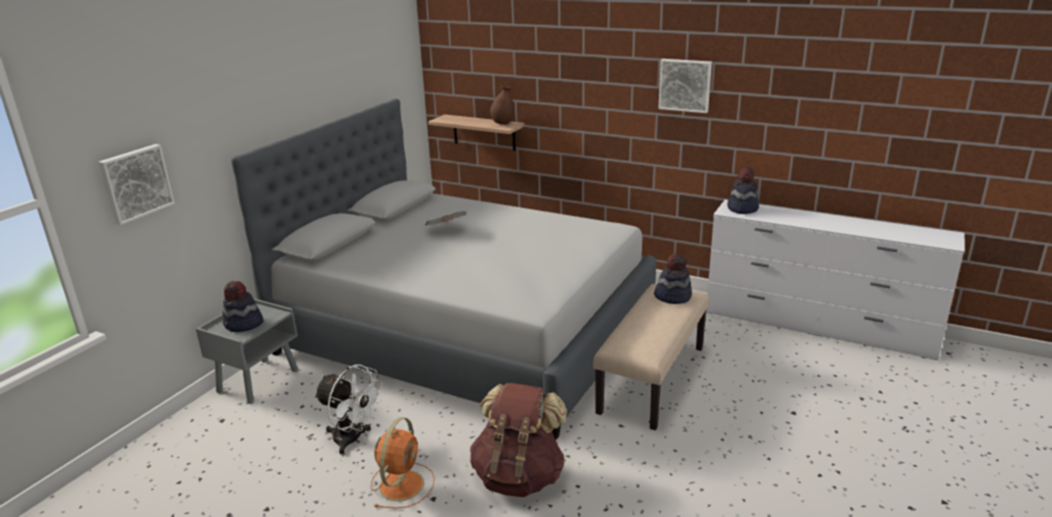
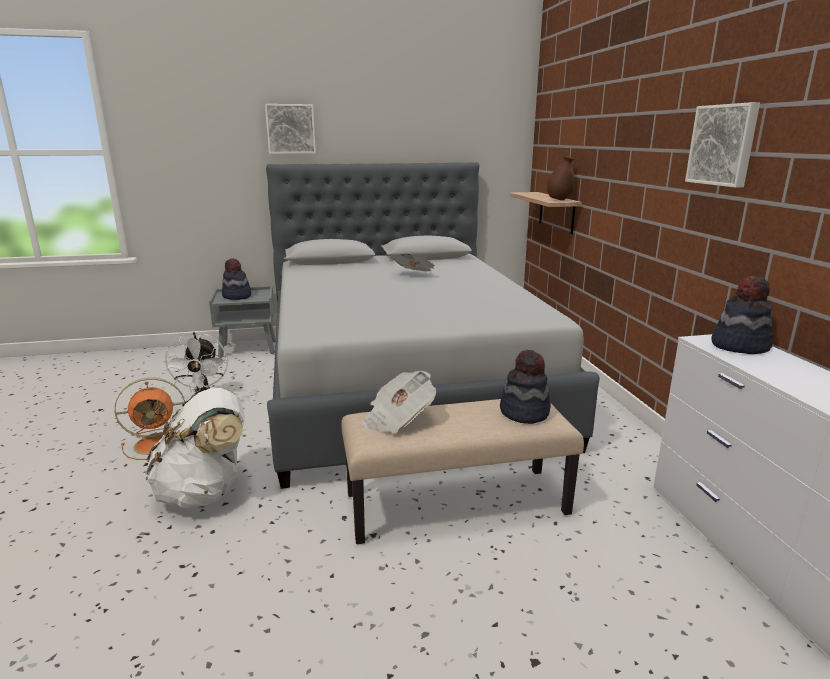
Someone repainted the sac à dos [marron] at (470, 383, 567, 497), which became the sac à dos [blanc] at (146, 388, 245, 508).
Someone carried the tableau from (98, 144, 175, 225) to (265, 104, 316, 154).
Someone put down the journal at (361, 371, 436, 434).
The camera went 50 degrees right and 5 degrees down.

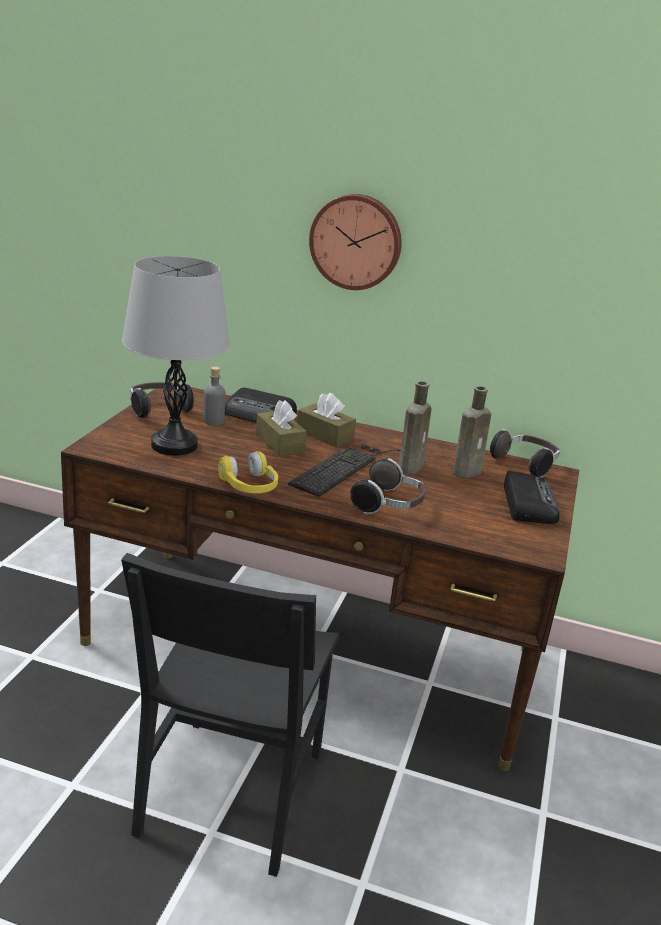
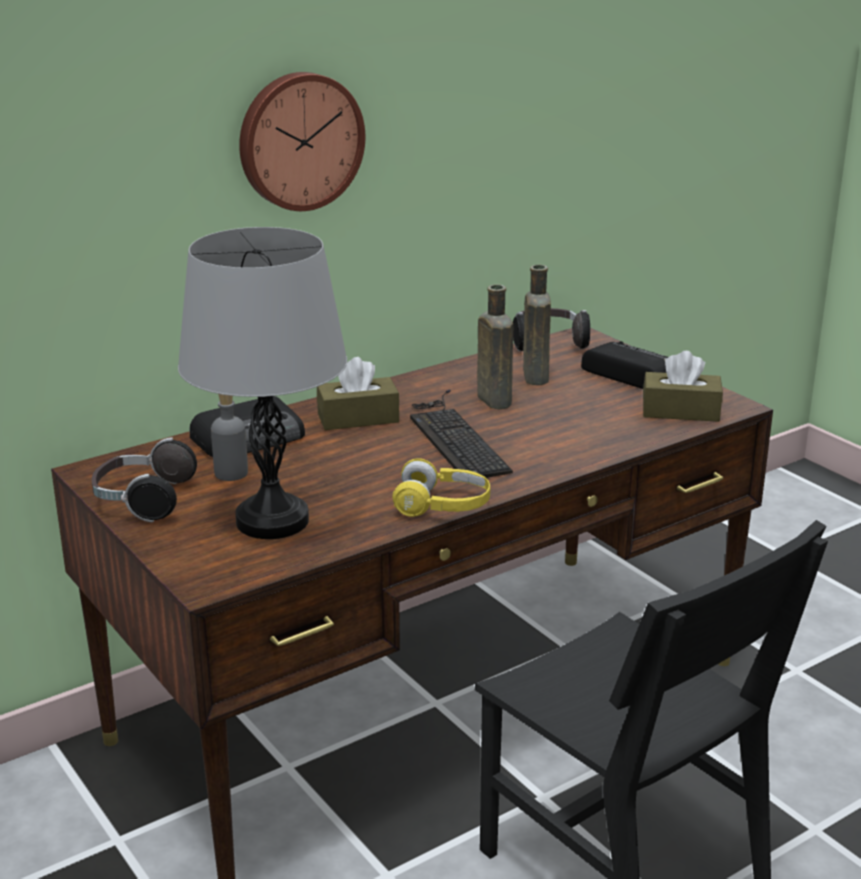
Someone carried the boîte à mouchoirs [marron] from (256, 400, 307, 457) to (643, 351, 723, 422).
Someone took away the casque audio at (350, 458, 425, 514).
The camera went 50 degrees left and 0 degrees up.

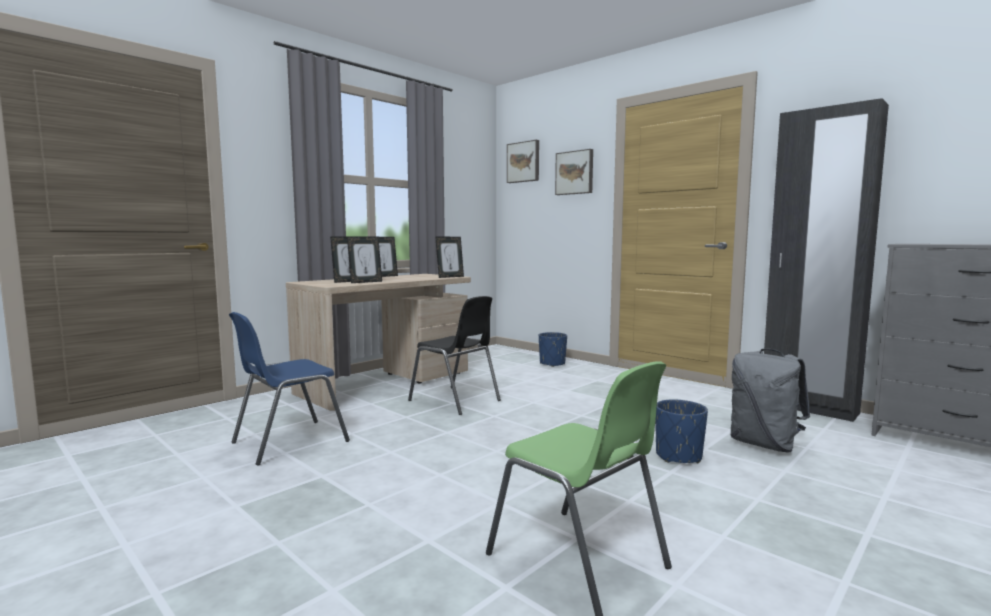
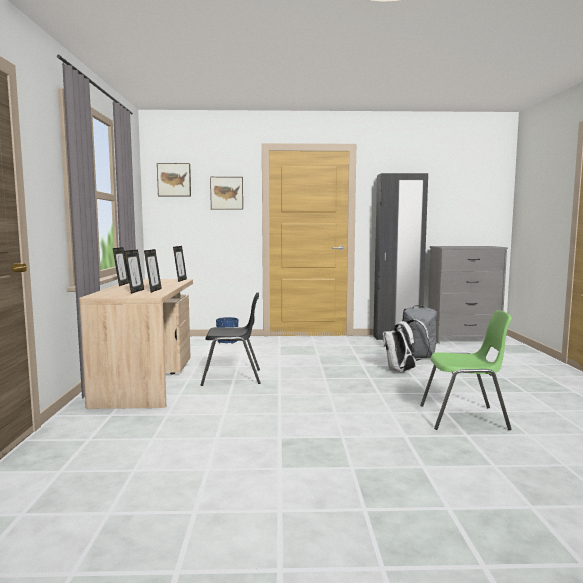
Someone swapped the cache-pot [bleu] at (655, 400, 708, 464) for the sac à dos [blanc] at (383, 319, 430, 372).
Someone took away the chaise [bleu] at (229, 312, 350, 465).
The camera went 45 degrees left and 0 degrees up.

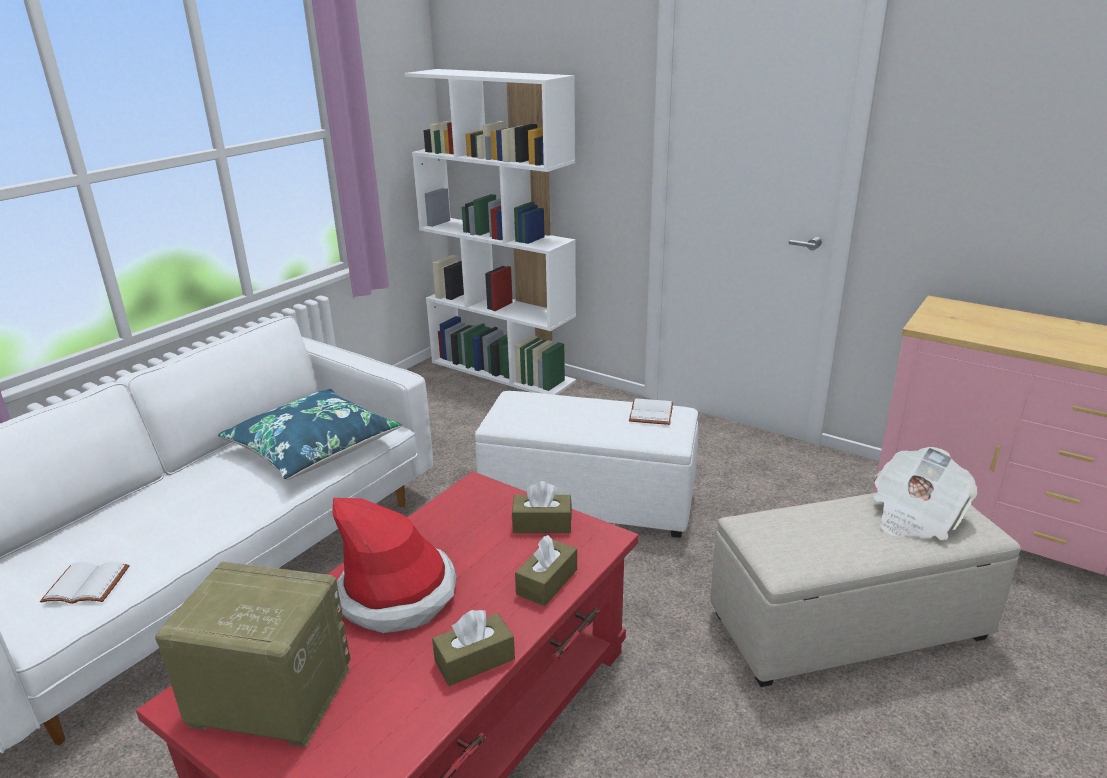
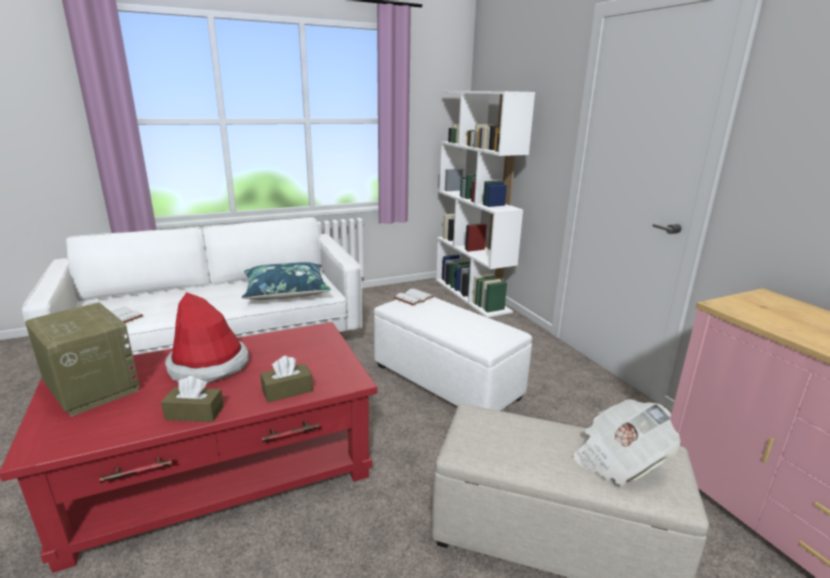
Someone carried the livre [blanc] from (629, 398, 673, 425) to (394, 288, 434, 306).
Someone took away the boîte à mouchoirs [marron] at (512, 481, 572, 533).
The camera went 30 degrees right and 5 degrees down.

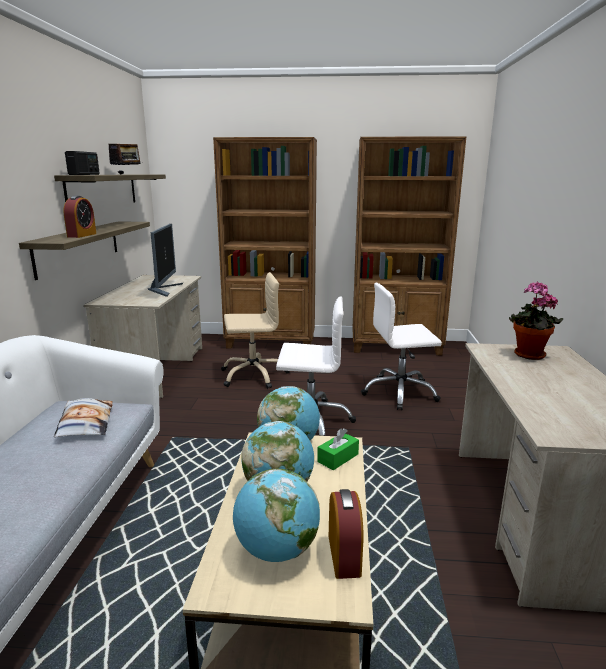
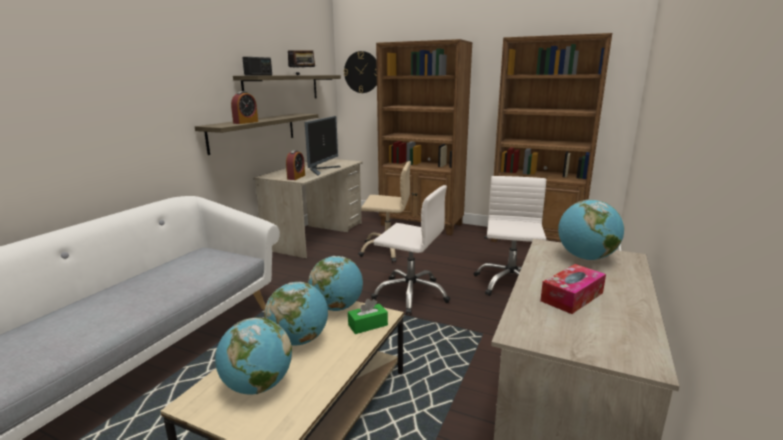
Someone carried the réveil from (329, 489, 364, 579) to (286, 150, 305, 180).
Someone put up the horloge murale at (344, 51, 377, 93).
Someone rotated the chaise de bureau [blanc] at (361, 283, 442, 410) by 90 degrees clockwise.
Someone put down the boîte à mouchoirs at (540, 264, 606, 314).
Someone swapped the plante en pot at (509, 282, 563, 360) for the globe at (558, 200, 624, 260).
Someone took away the coussin at (54, 398, 113, 437).
The camera went 20 degrees right and 0 degrees up.

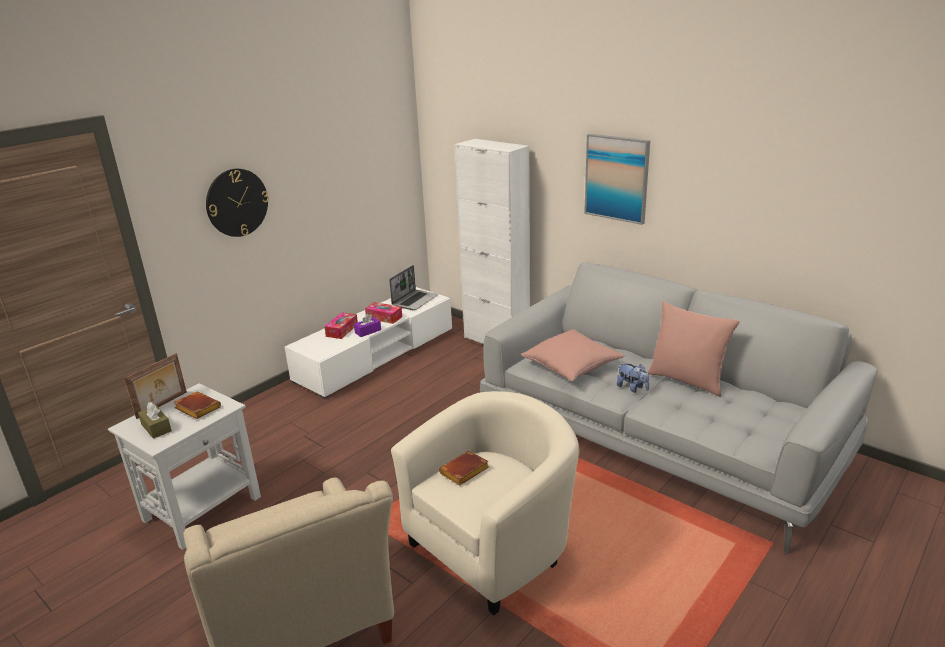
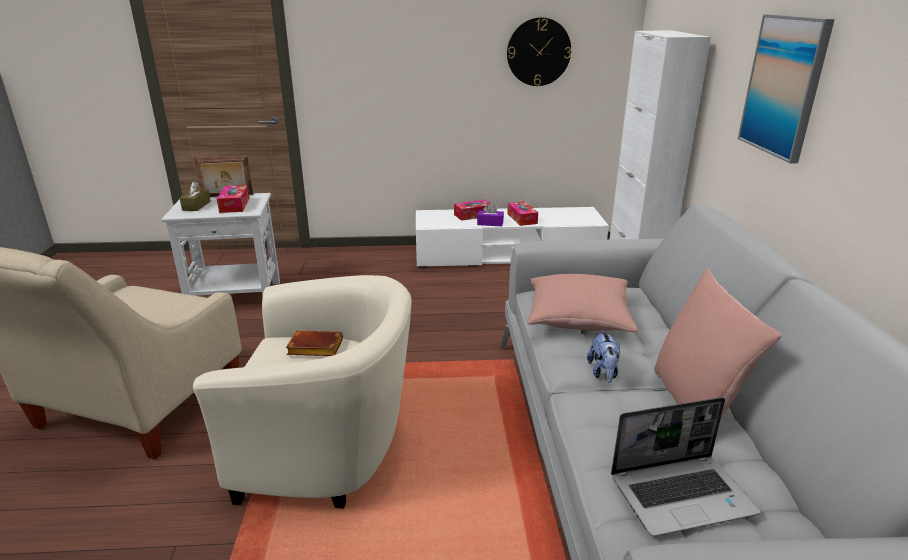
Someone swapped the livre [marron] at (173, 392, 221, 419) for the boîte à mouchoirs at (217, 185, 250, 213).
Someone carried the horloge murale from (206, 169, 269, 237) to (507, 17, 571, 86).
Someone carried the ordinateur portable from (389, 265, 438, 310) to (611, 397, 760, 536).
The camera went 45 degrees right and 0 degrees up.

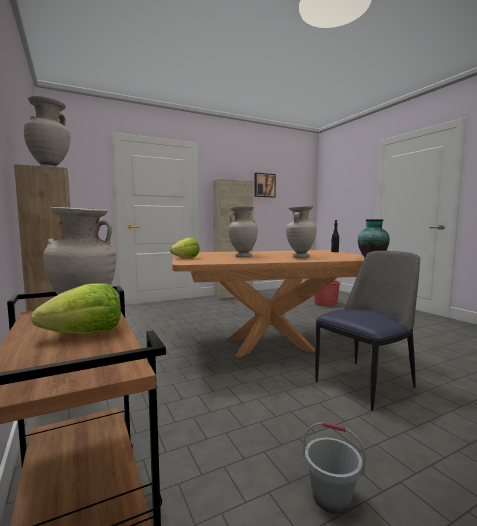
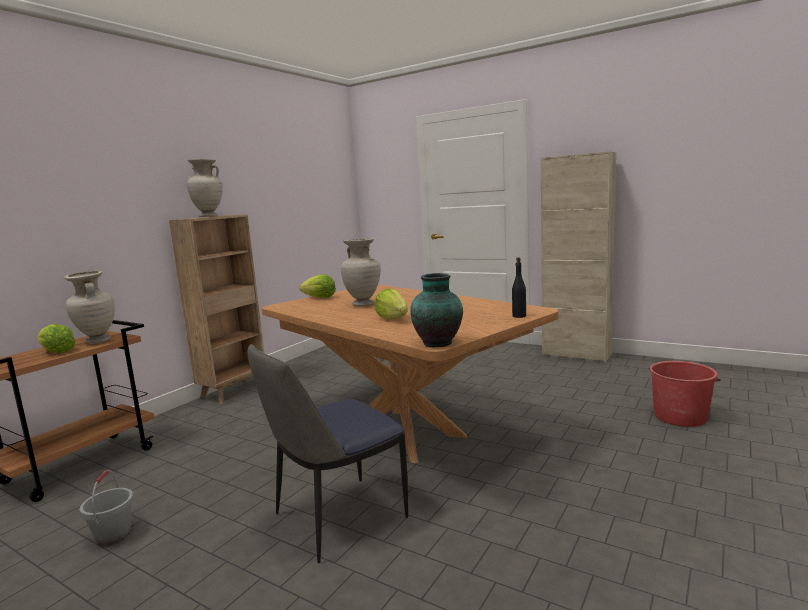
Someone rotated the chaise at (315, 251, 420, 411) by 120 degrees clockwise.
Someone swapped the vase [beige] at (286, 206, 317, 258) for the laitue at (375, 289, 408, 320).
Someone took away the tableau at (254, 173, 276, 198).
The camera went 60 degrees right and 5 degrees up.

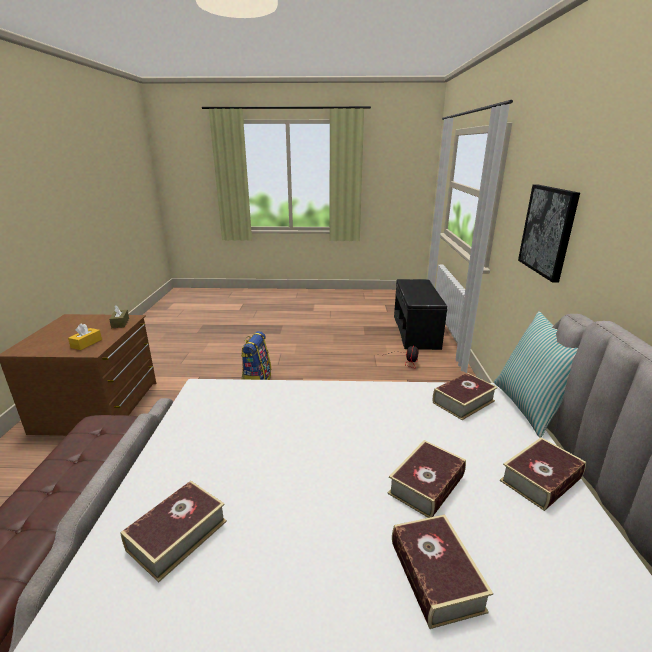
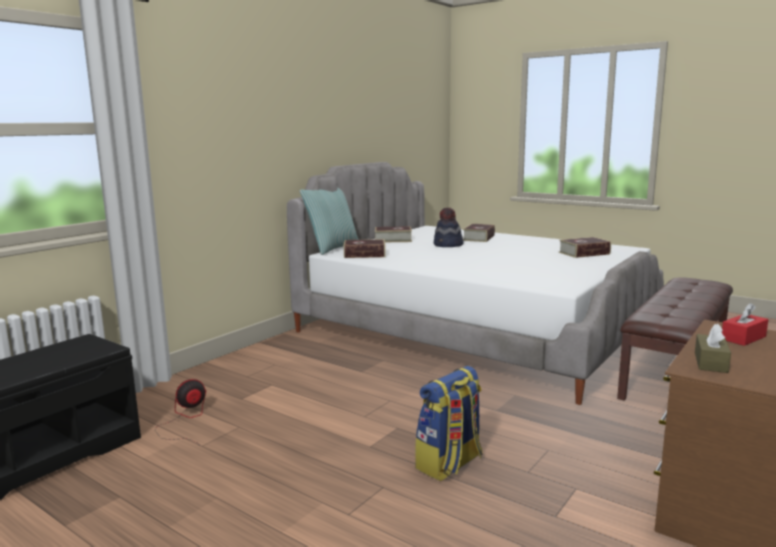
Someone swapped the livre at (388, 440, 466, 518) for the chapeau at (434, 208, 464, 247).
Someone repainted the boîte à mouchoirs [jaune] at (68, 323, 102, 350), which became the boîte à mouchoirs [rouge] at (722, 303, 768, 346).
Someone took away the tableau at (518, 185, 580, 283).
The camera went 145 degrees left and 10 degrees down.

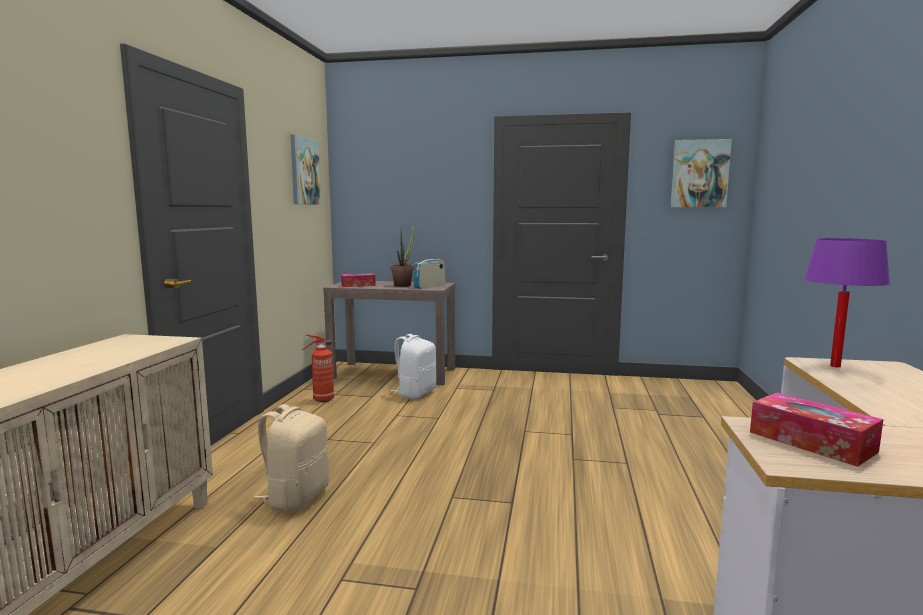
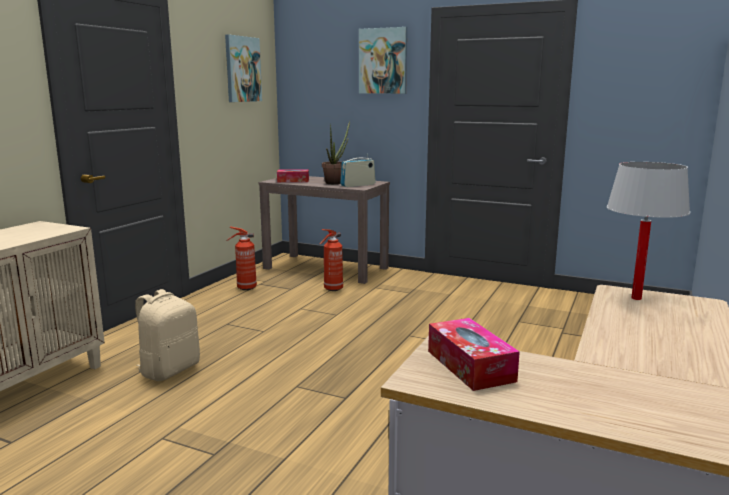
Someone swapped the sac à dos [blanc] at (390, 334, 436, 399) for the extincteur at (320, 229, 343, 291).
Someone carried the tableau from (670, 139, 732, 207) to (359, 27, 407, 94).
Someone repainted the lampe de table [violet] at (804, 238, 890, 367), which became the lampe de table [blanc] at (607, 162, 690, 300).
The camera went 15 degrees right and 5 degrees up.

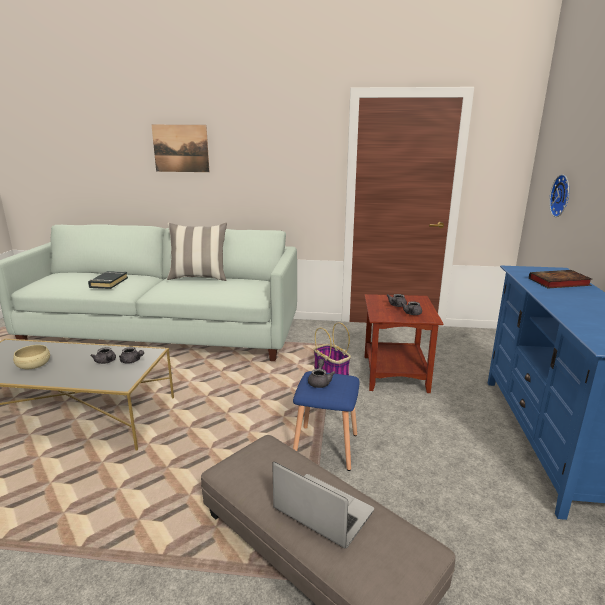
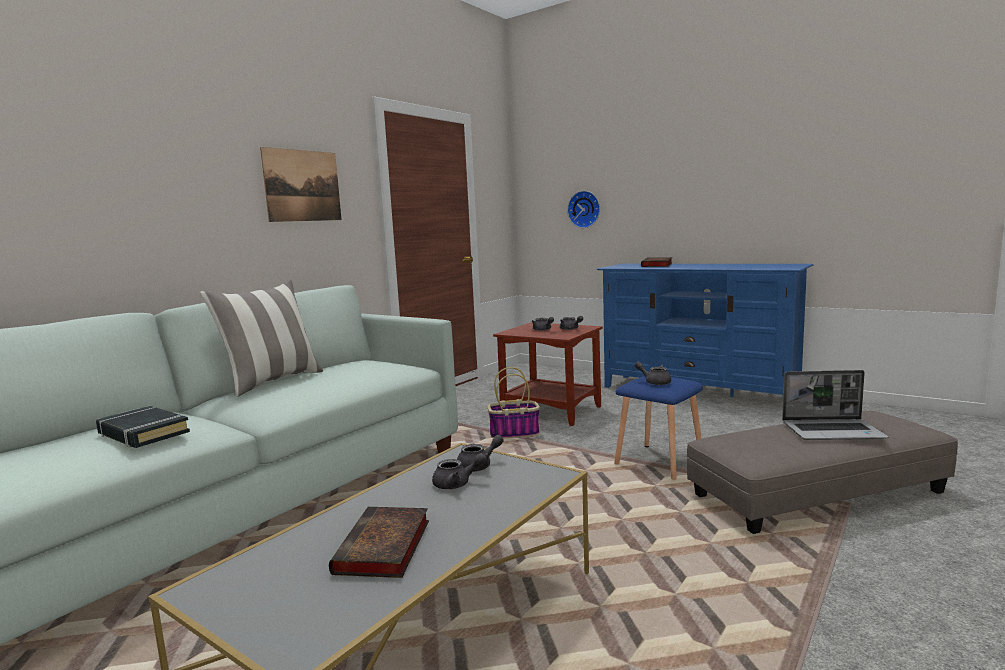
Someone carried the tableau from (152, 125, 209, 172) to (260, 147, 342, 222).
Someone swapped the bol [beige] at (13, 345, 50, 369) for the livre at (329, 507, 429, 578).
Someone rotated the ordinateur portable at (272, 462, 374, 548) by 150 degrees counterclockwise.
The camera went 60 degrees left and 10 degrees down.

